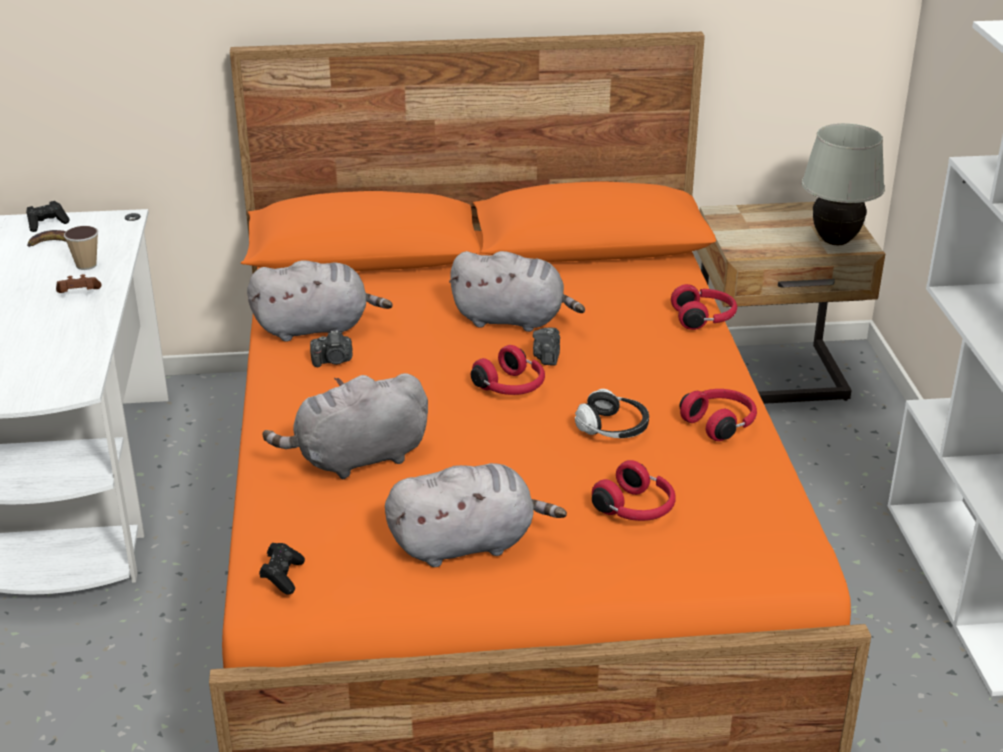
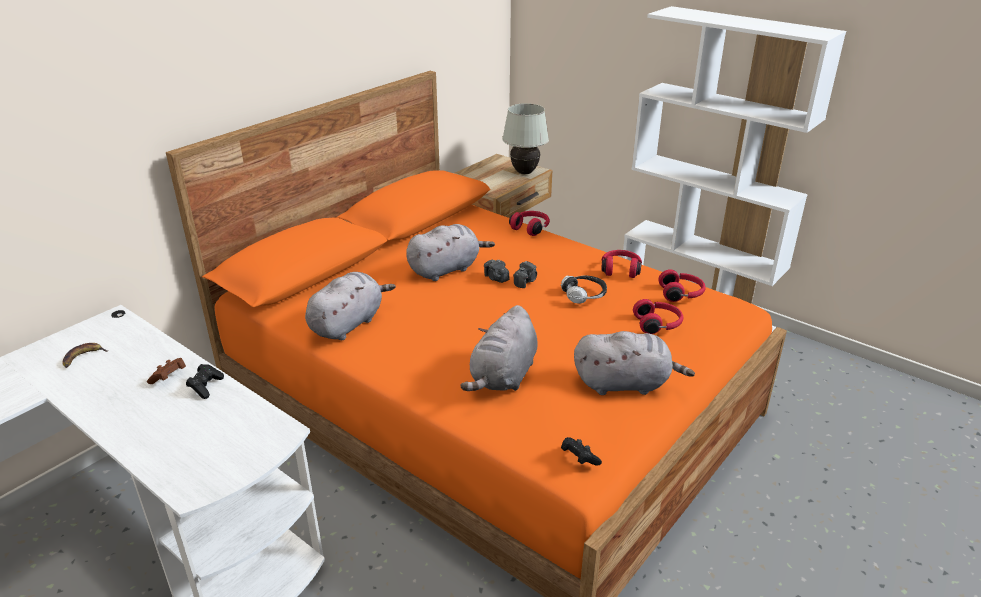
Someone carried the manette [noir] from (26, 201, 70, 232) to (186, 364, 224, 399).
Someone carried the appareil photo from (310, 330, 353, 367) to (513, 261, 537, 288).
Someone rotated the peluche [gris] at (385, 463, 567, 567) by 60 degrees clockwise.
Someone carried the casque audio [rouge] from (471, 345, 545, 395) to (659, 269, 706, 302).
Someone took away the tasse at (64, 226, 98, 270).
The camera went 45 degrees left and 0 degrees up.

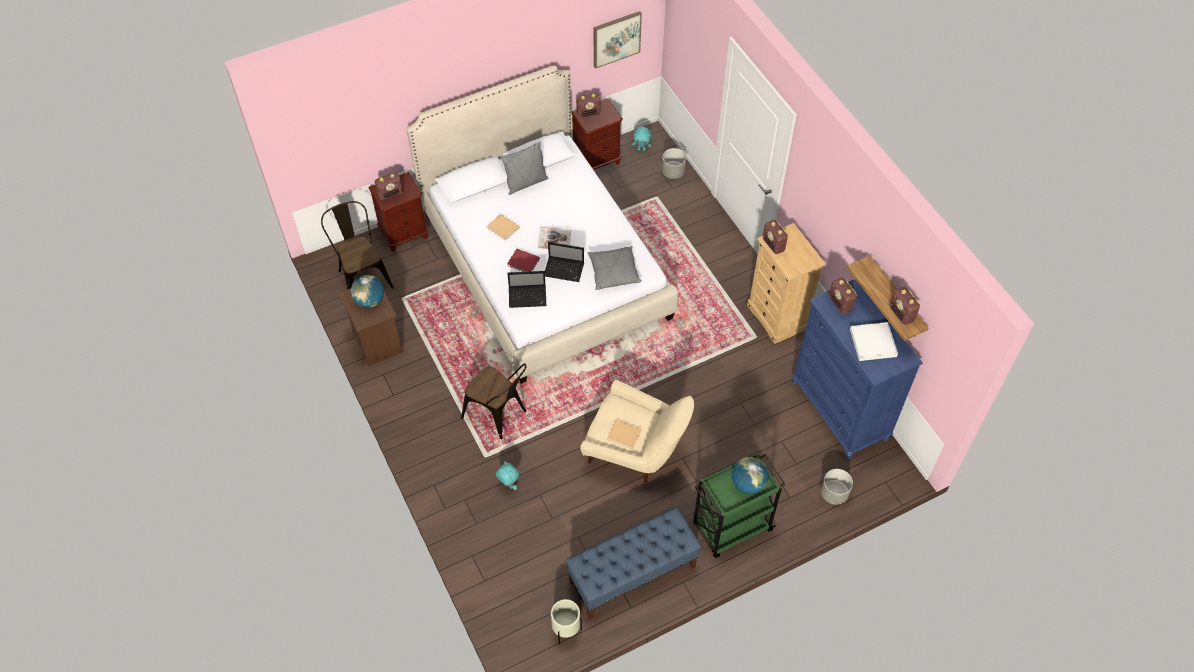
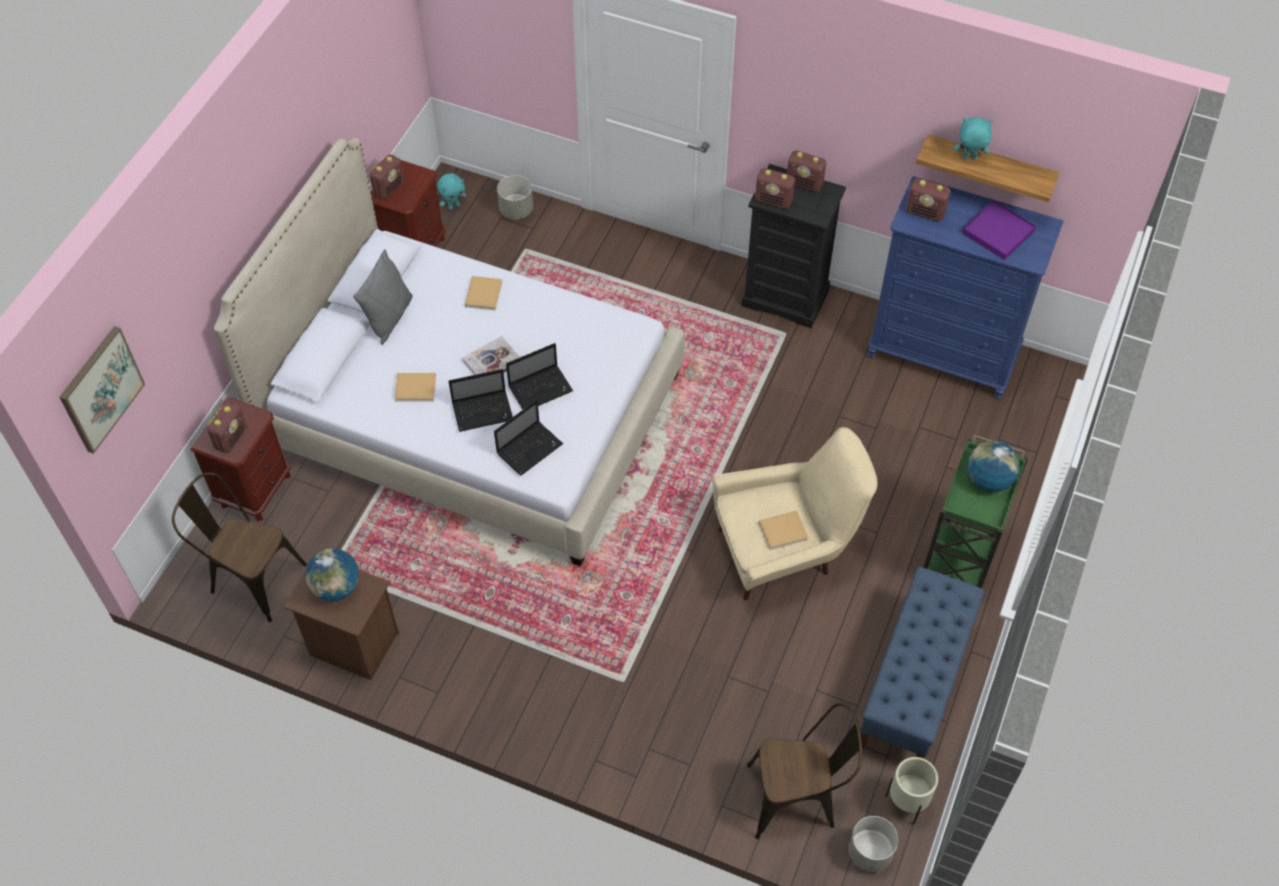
Someone carried the tableau from (594, 11, 642, 69) to (59, 326, 145, 454).
Someone swapped the livre [rouge] at (507, 249, 540, 272) for the ordinateur portable at (449, 369, 513, 432).
Someone put down the livre [beige] at (465, 276, 502, 310).
Someone repainted the commode [beige] at (747, 223, 825, 344), which became the commode [noir] at (741, 164, 846, 328).
Someone carried the chaise [marron] from (461, 363, 527, 439) to (747, 703, 862, 839).
Someone carried the radio from (889, 287, 921, 325) to (787, 150, 826, 192).
Someone carried the cache-pot [gris] from (821, 469, 853, 505) to (849, 816, 898, 872).
Someone carried the peluche [turquoise] from (496, 461, 519, 490) to (954, 118, 992, 160).
Someone repainted the plateau [blanc] at (850, 322, 898, 361), which became the plateau [violet] at (962, 200, 1036, 260).
Someone took away the coussin [gris] at (588, 246, 642, 290).
The camera went 40 degrees left and 0 degrees up.

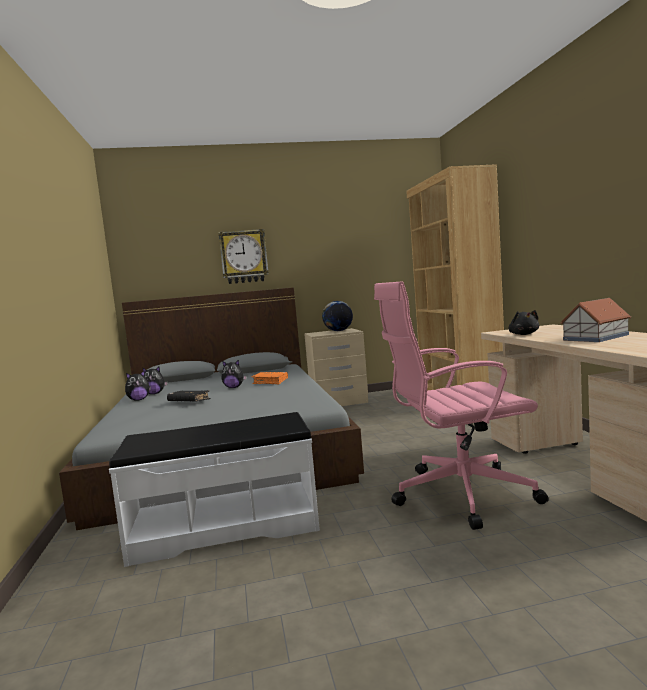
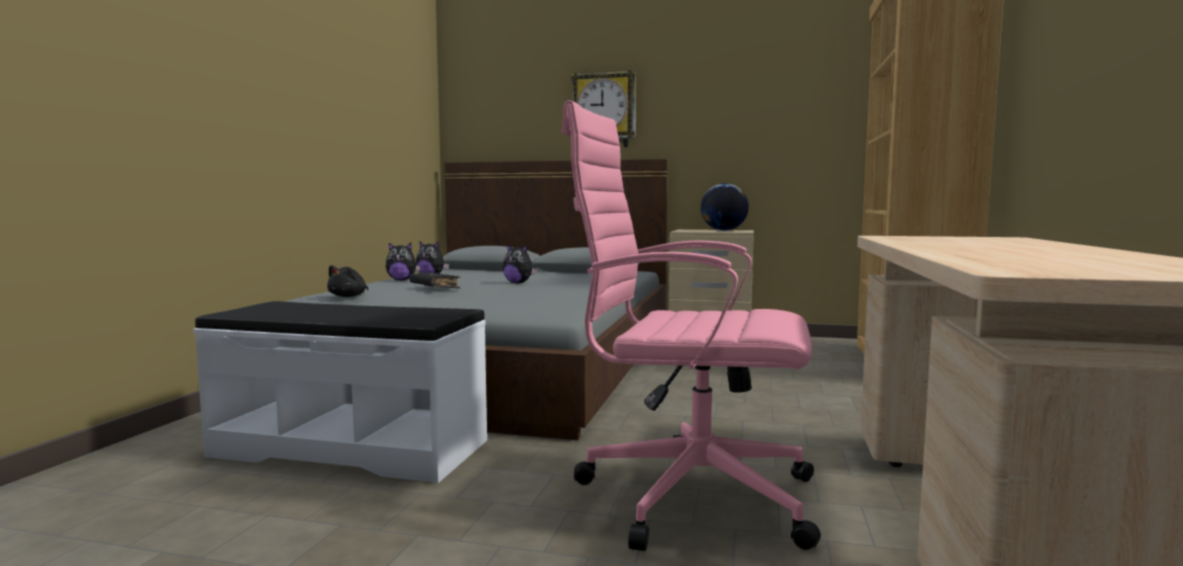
Someone carried the peluche [noir] from (508, 310, 539, 335) to (327, 265, 369, 297).
Someone took away the livre [orange] at (252, 372, 288, 384).
Someone took away the maison miniature at (561, 298, 631, 342).
The camera went 25 degrees right and 0 degrees up.

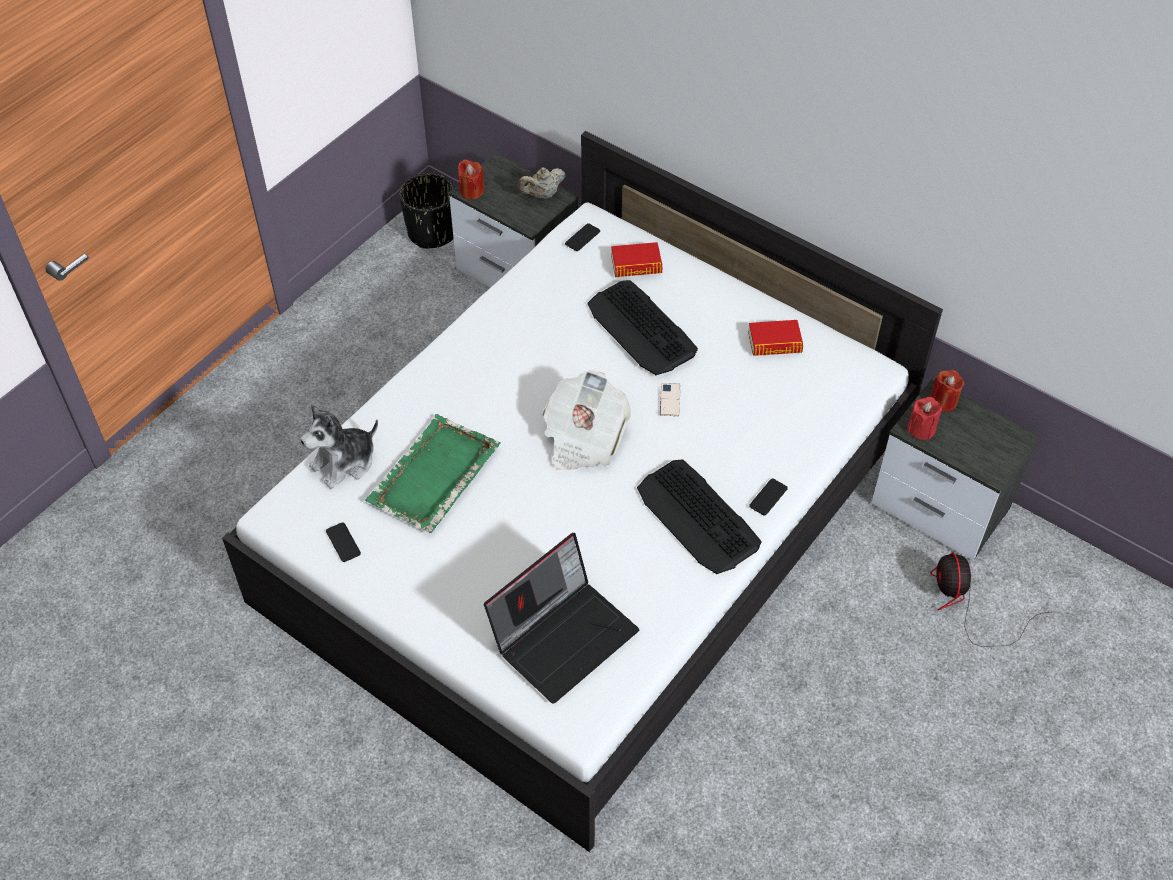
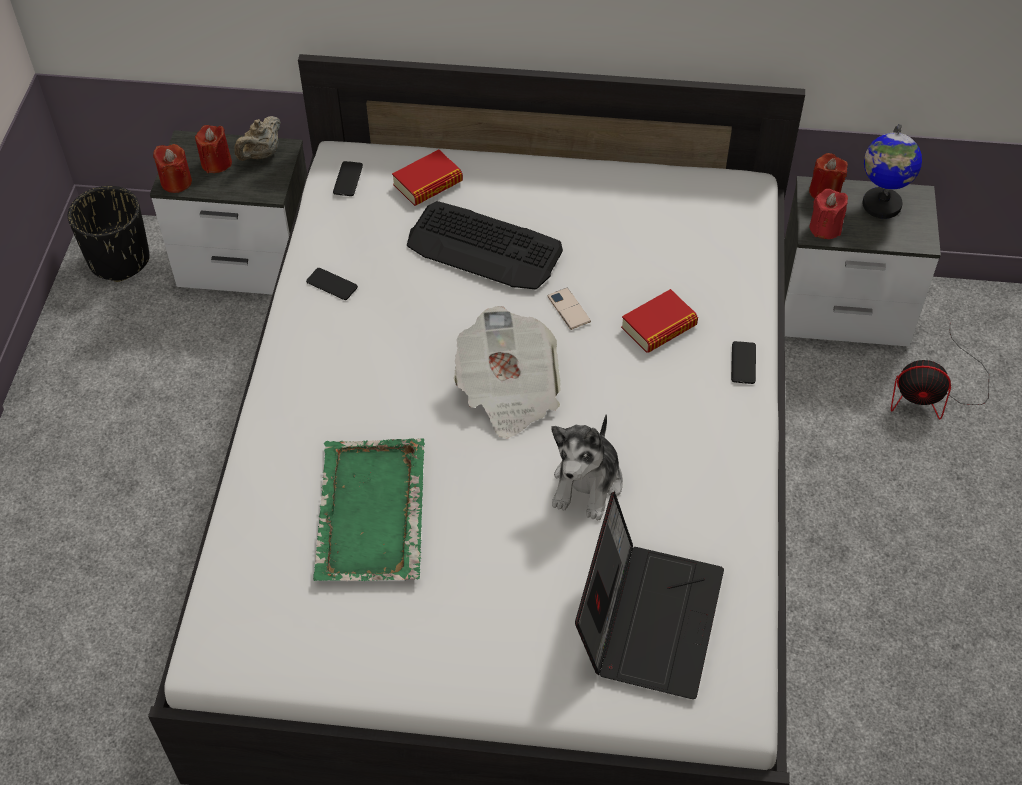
Someone put down the bougie [rouge] at (195, 125, 232, 173).
Someone carried the téléphone from (326, 522, 361, 562) to (306, 268, 358, 300).
Someone carried the peluche from (301, 404, 378, 489) to (551, 415, 623, 521).
Someone carried the livre from (748, 320, 803, 356) to (621, 289, 698, 353).
Someone put down the globe at (862, 124, 922, 219).
Someone rotated the ventilateur at (930, 553, 1048, 647) by 45 degrees counterclockwise.
Someone took away the clavier at (637, 460, 762, 574).
The camera went 30 degrees left and 0 degrees up.

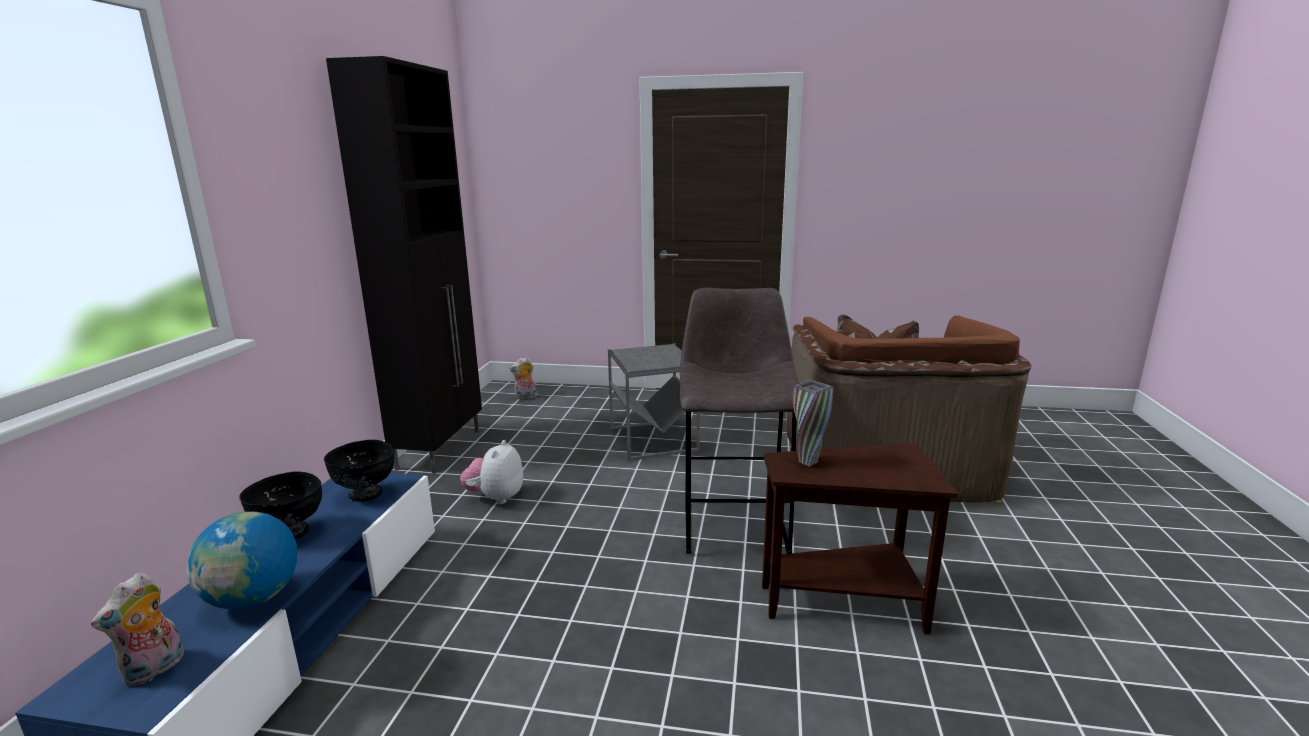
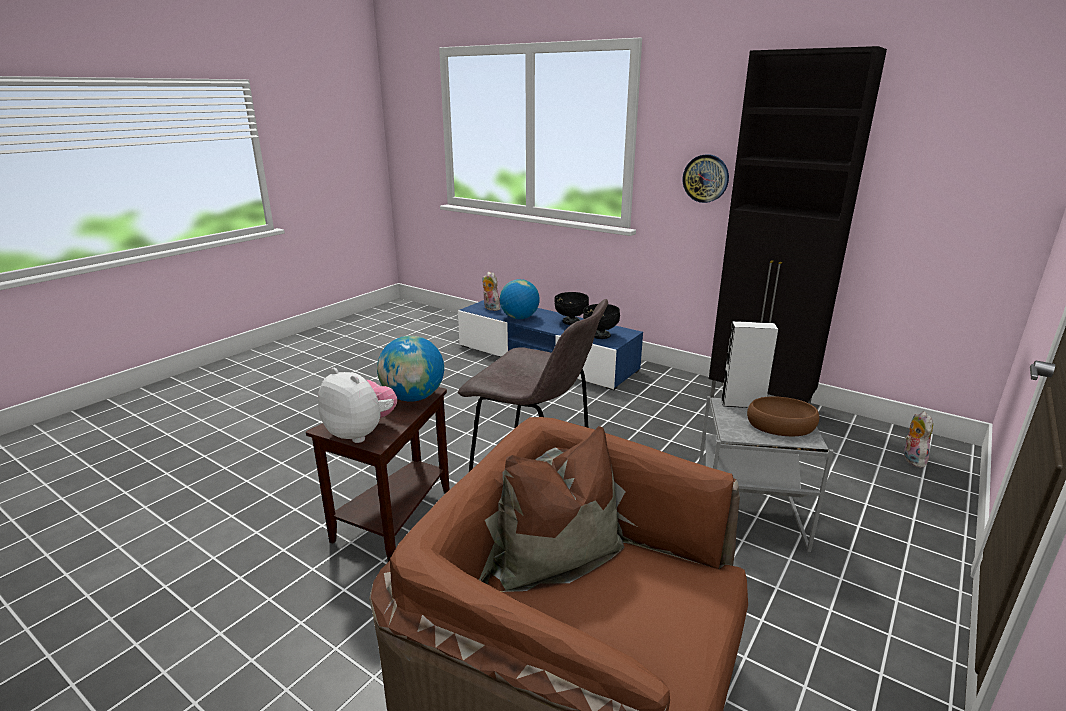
Someone carried the peluche from (460, 440, 523, 504) to (318, 368, 397, 443).
Someone swapped the vase [gris] at (793, 380, 833, 467) for the globe at (377, 336, 444, 402).
Someone put up the horloge murale at (683, 154, 729, 203).
Someone put down the enceinte [gris] at (721, 321, 778, 408).
Someone put down the bol [marron] at (747, 396, 819, 436).
The camera went 115 degrees right and 5 degrees up.

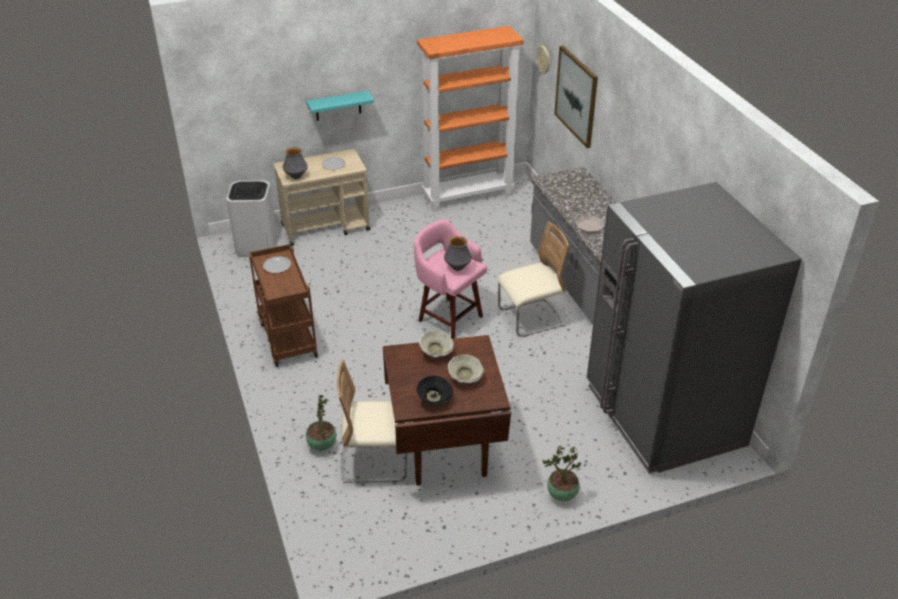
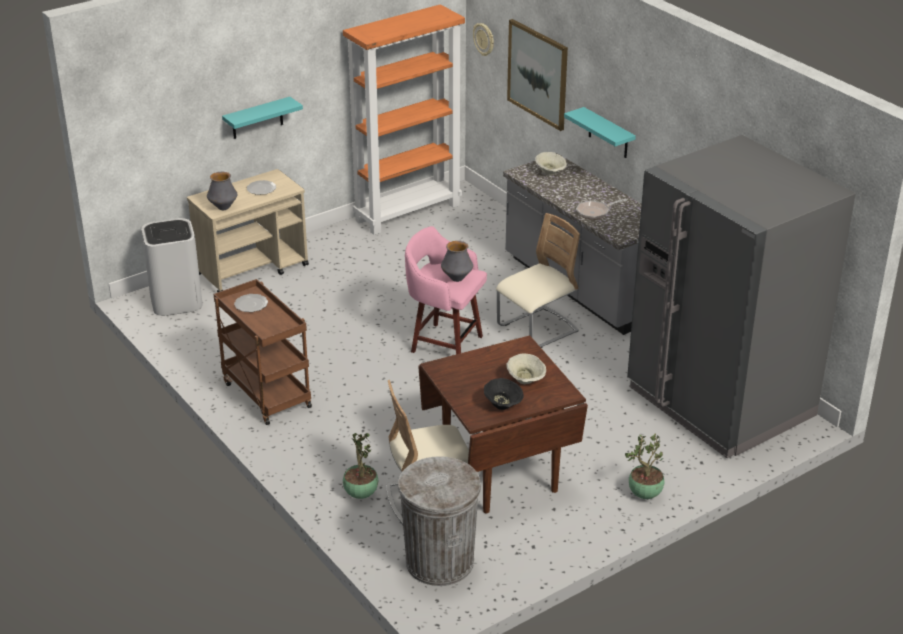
Someone put down the poubelle [gris] at (397, 456, 481, 586).
Someone carried the bol [beige] from (419, 330, 454, 358) to (535, 152, 567, 176).
Someone put up the étagère [turquoise] at (564, 107, 636, 158).
The camera went 15 degrees left and 5 degrees down.

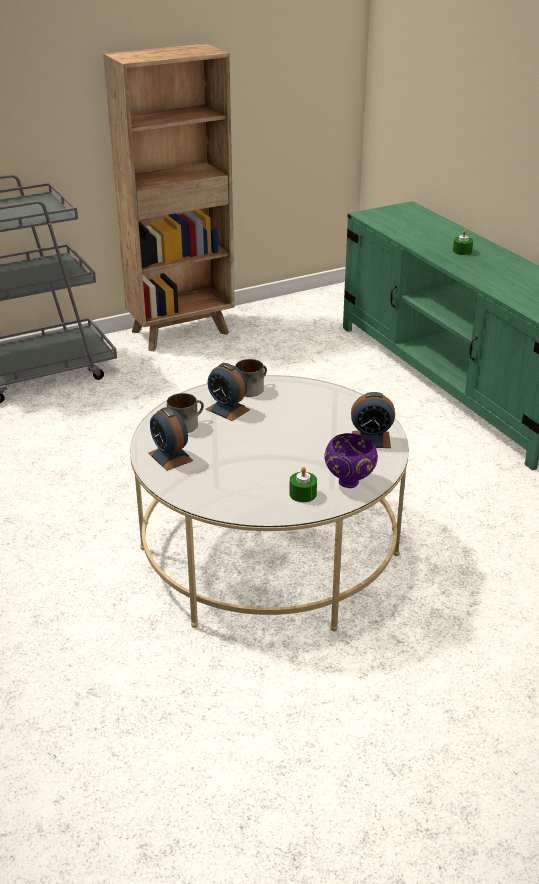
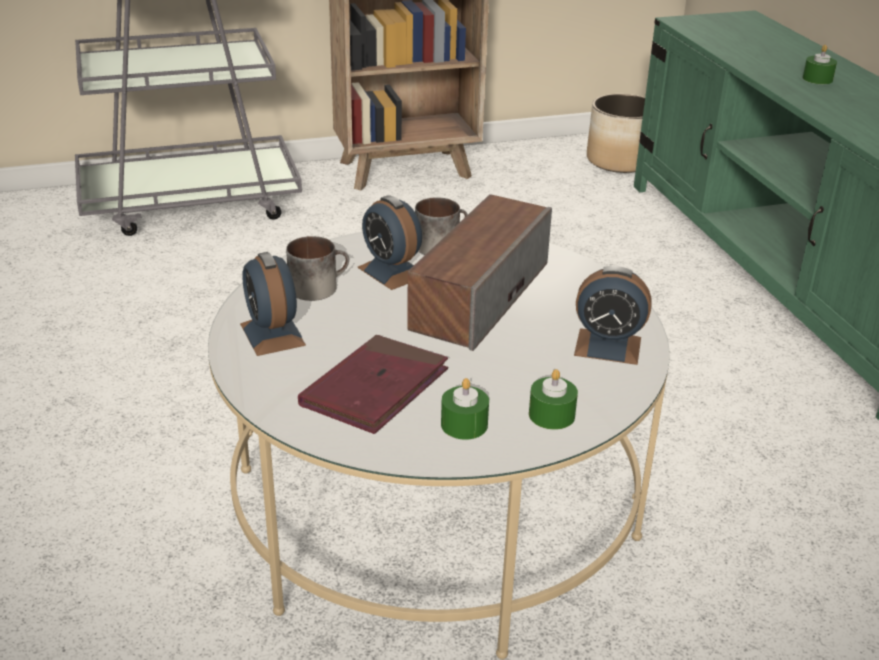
Someone put down the livre [rouge] at (298, 335, 448, 434).
Someone put down the enceinte at (407, 194, 552, 351).
Someone swapped the bol [violet] at (324, 433, 378, 488) for the bougie [vert] at (529, 369, 578, 430).
Someone put down the cache-pot at (587, 94, 645, 173).
The camera went 10 degrees right and 0 degrees up.

